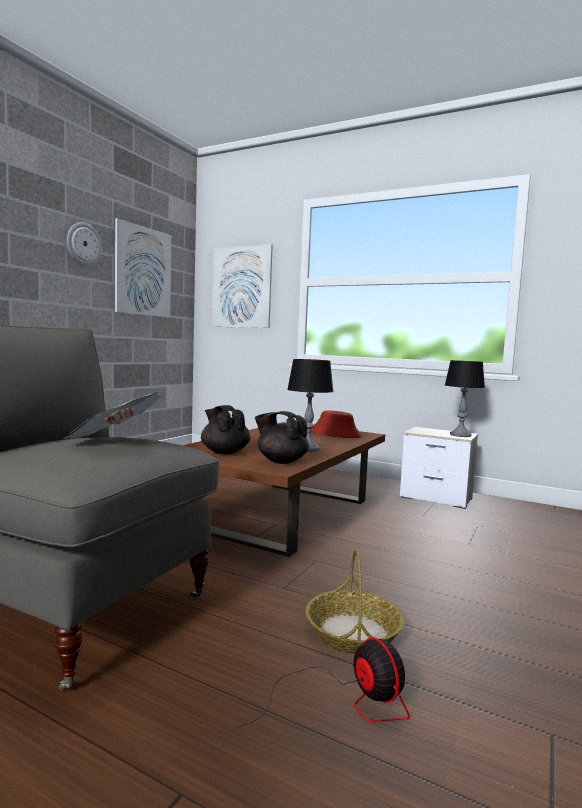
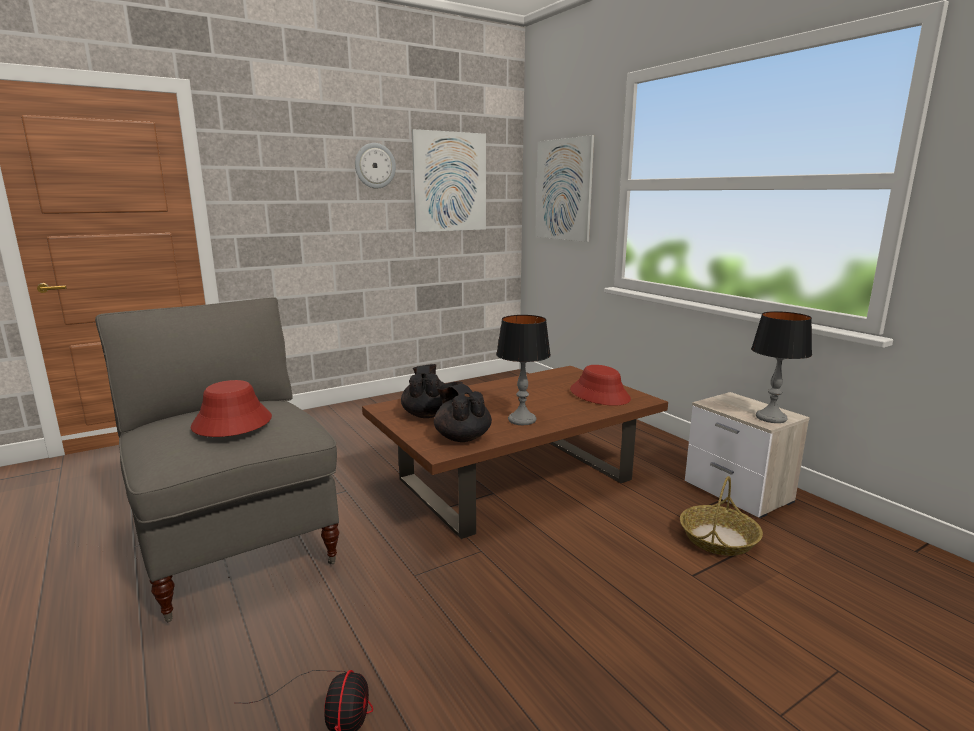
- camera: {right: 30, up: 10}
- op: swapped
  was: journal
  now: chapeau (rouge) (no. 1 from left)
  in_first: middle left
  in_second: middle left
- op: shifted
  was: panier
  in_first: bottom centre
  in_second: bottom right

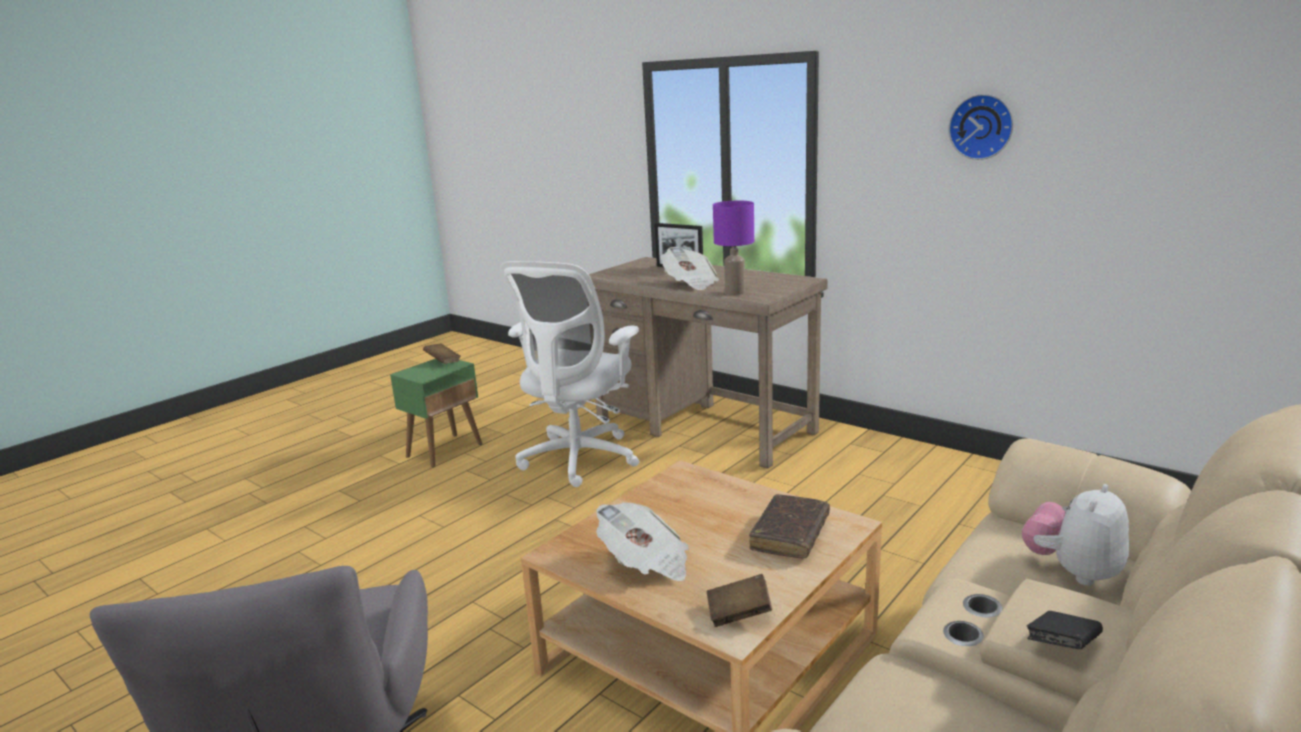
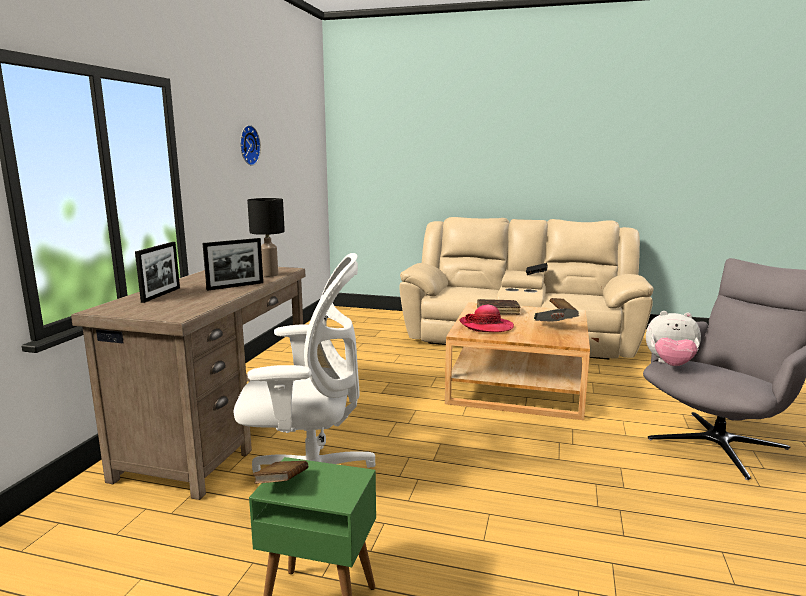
- camera: {right: -115, up: -5}
- op: swapped
  was: journal (no. 2 from left)
  now: cadre photo (no. 2 from left)
  in_first: centre
  in_second: middle left
- op: repainted
  was: lampe de table (violet)
  now: lampe de table (noir)
  in_first: centre
  in_second: middle left
- op: shifted
  was: peluche
  in_first: bottom right
  in_second: middle right
- op: new
  now: chapeau
  in_second: centre

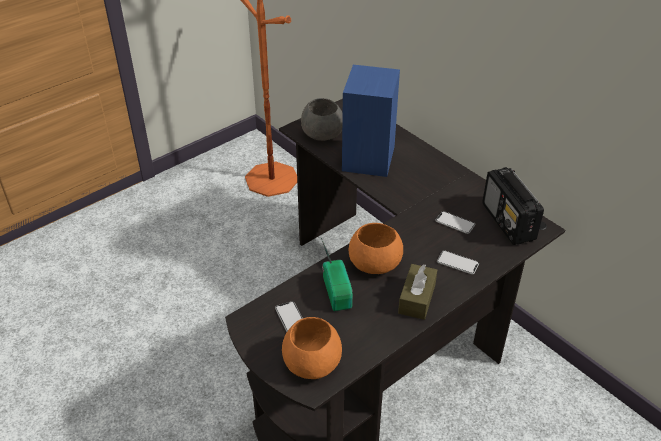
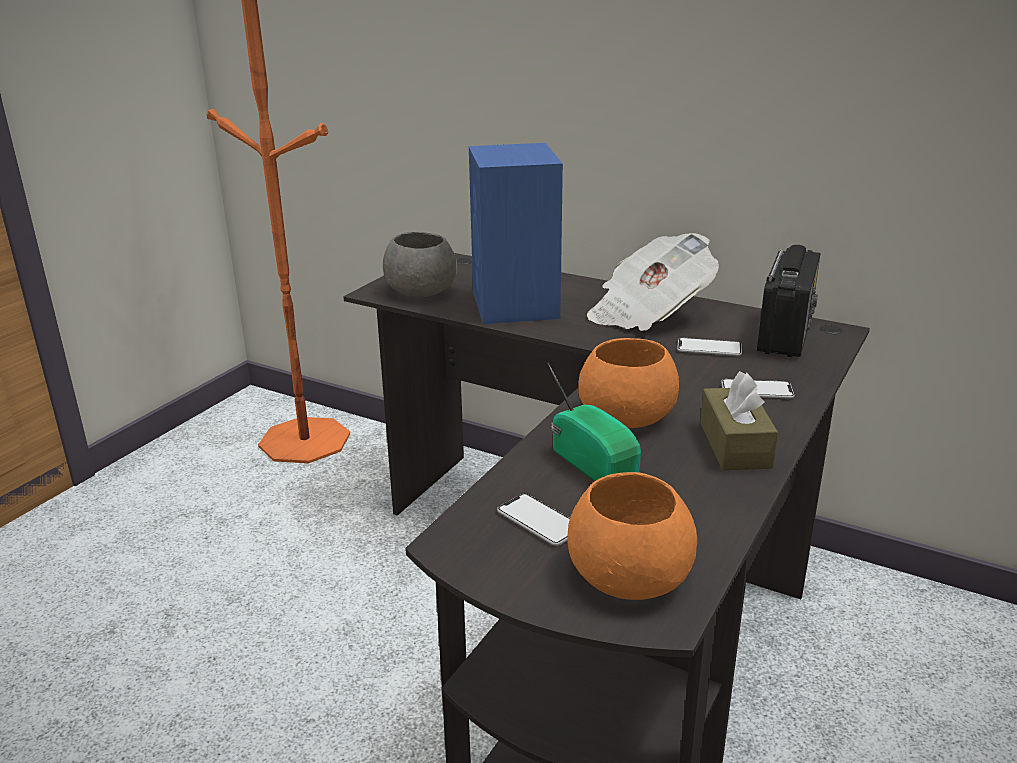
- camera: {right: -20, up: -15}
- op: rotated
  was: radio (no. 2 from left)
  in_first: middle right
  in_second: middle right
  clockwise: -120
- op: new
  now: journal
  in_second: centre

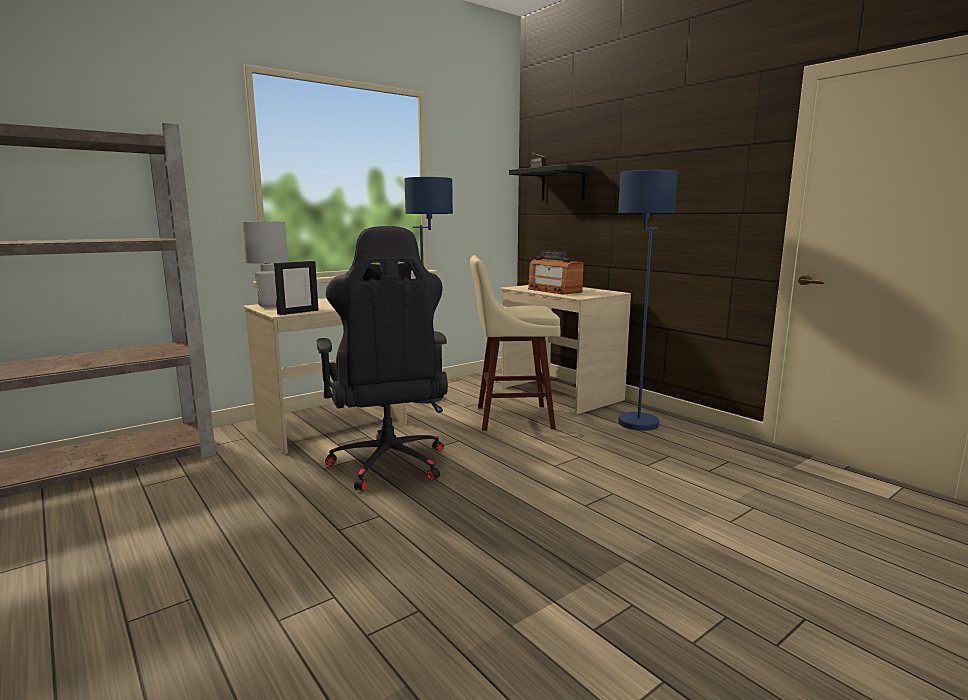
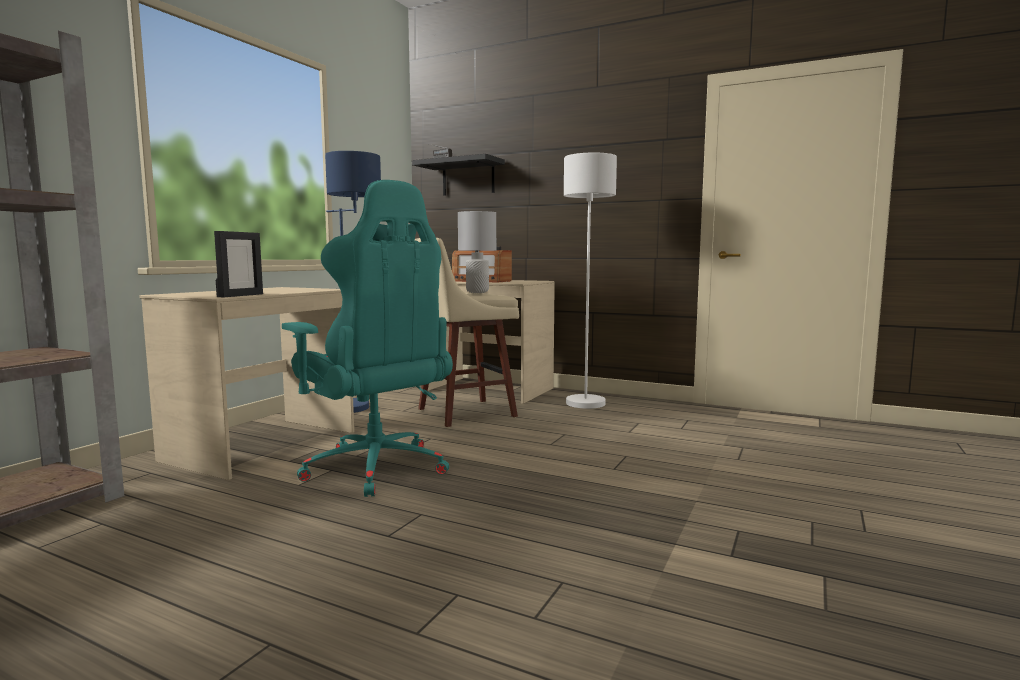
- camera: {right: -25, up: -5}
- op: shifted
  was: lampe de table (gris)
  in_first: middle left
  in_second: centre
- op: repainted
  was: chaise de bureau (noir)
  now: chaise de bureau (turquoise)
  in_first: centre
  in_second: centre
- op: repainted
  was: lampadaire (bleu) (no. 2 from left)
  now: lampadaire (blanc)
  in_first: middle right
  in_second: centre

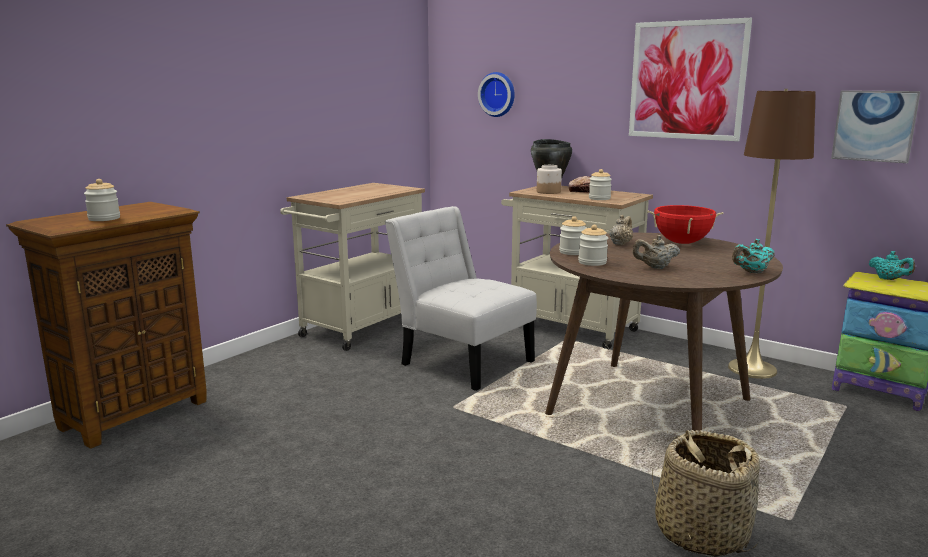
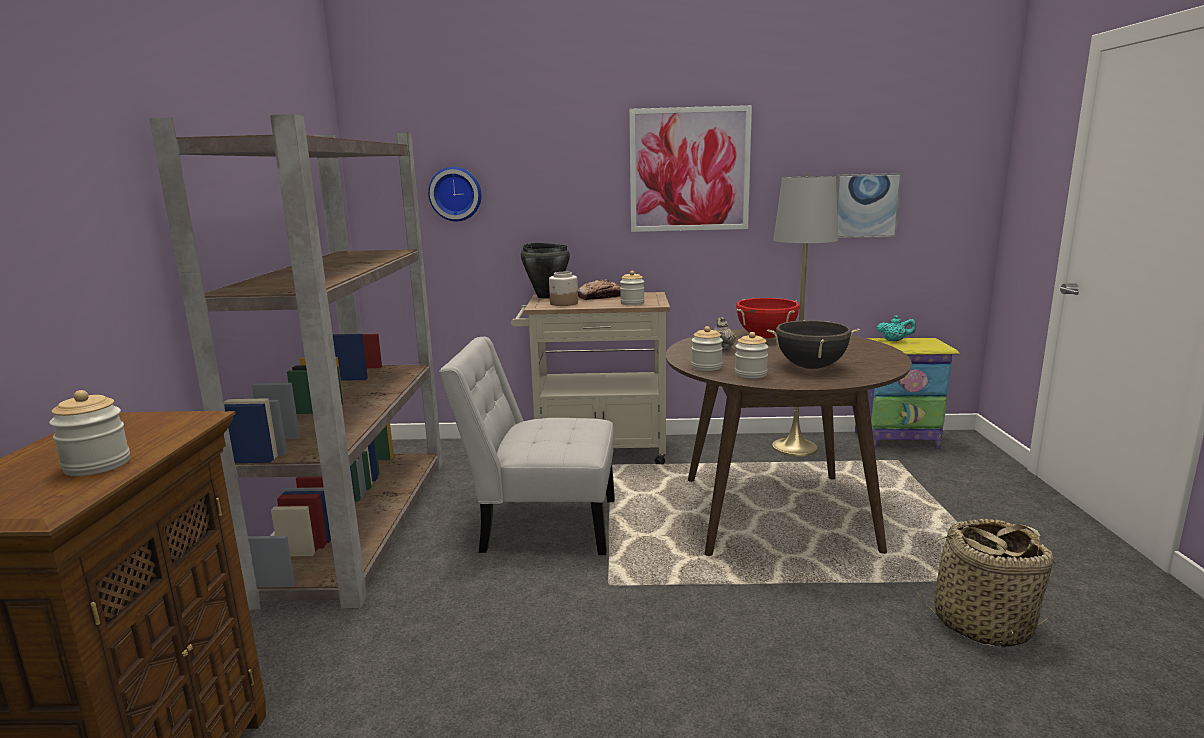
- camera: {right: -35, up: 0}
- op: swapped
  was: chariot (beige) (no. 1 from left)
  now: bibliothèque (marron)
  in_first: centre
  in_second: middle left
- op: swapped
  was: théière (beige) (no. 2 from left)
  now: marmite (noir) (no. 2 from left)
  in_first: middle right
  in_second: middle right
- op: repainted
  was: lampadaire (marron)
  now: lampadaire (gris)
  in_first: middle right
  in_second: middle right
- op: gone
  was: théière (turquoise) (no. 1 from left)
  in_first: middle right

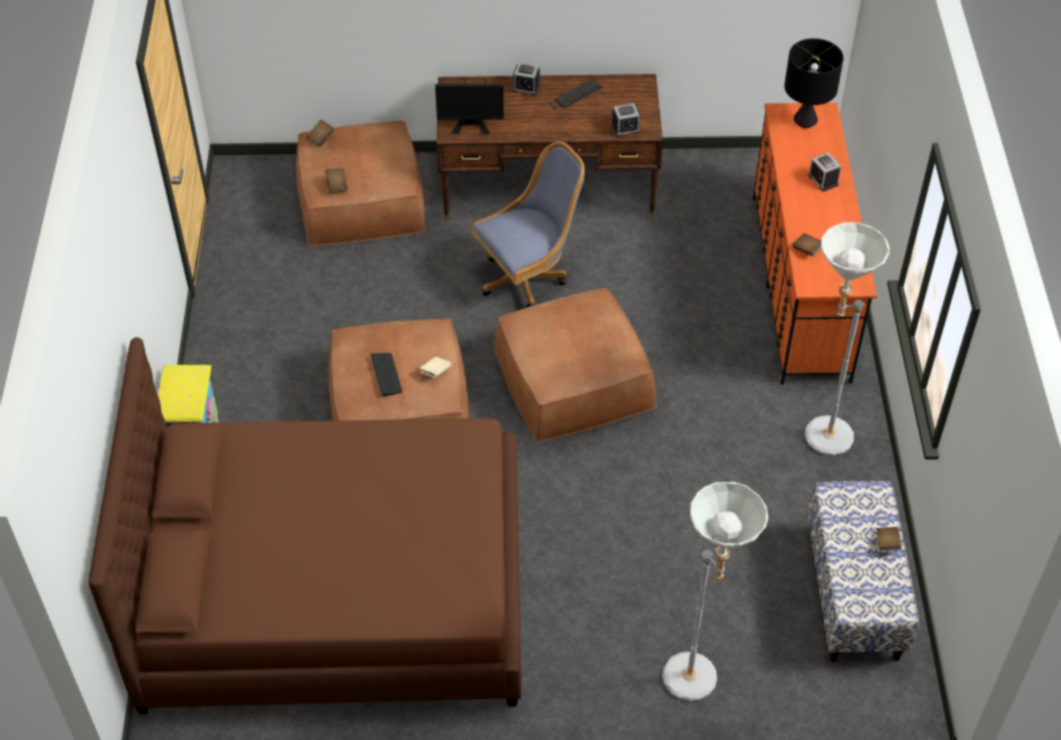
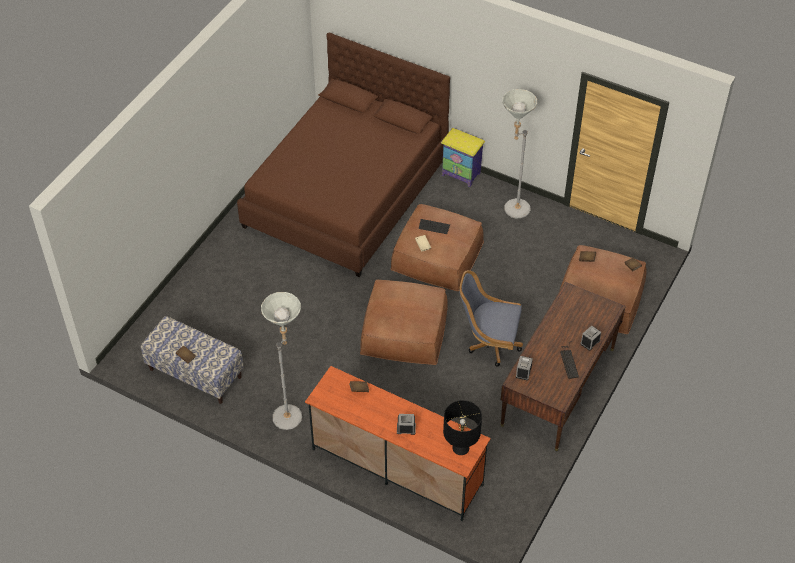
- camera: {right: 120, up: 0}
- op: gone
  was: écran d'ordinateur
  in_first: top centre
- op: rotated
  was: chaise de bureau (bleu)
  in_first: top centre
  in_second: centre
  clockwise: 105
- op: shifted
  was: lampadaire (gris) (no. 1 from left in the first image)
  now: lampadaire (gris) (no. 2 from left)
  in_first: bottom right
  in_second: top centre

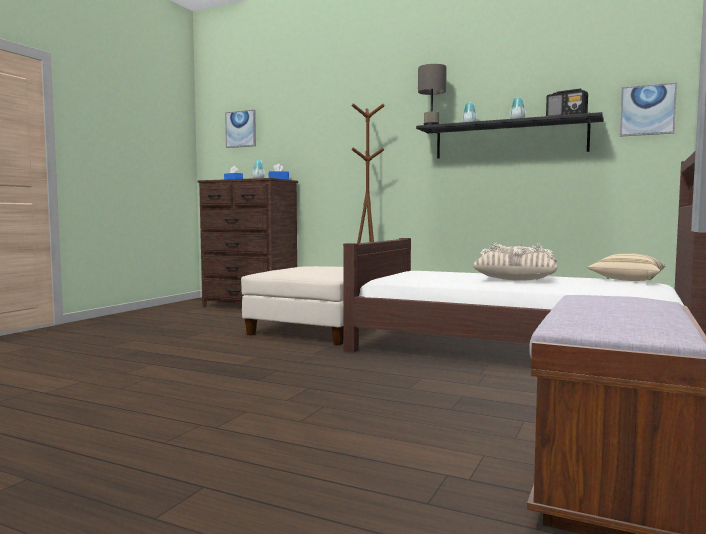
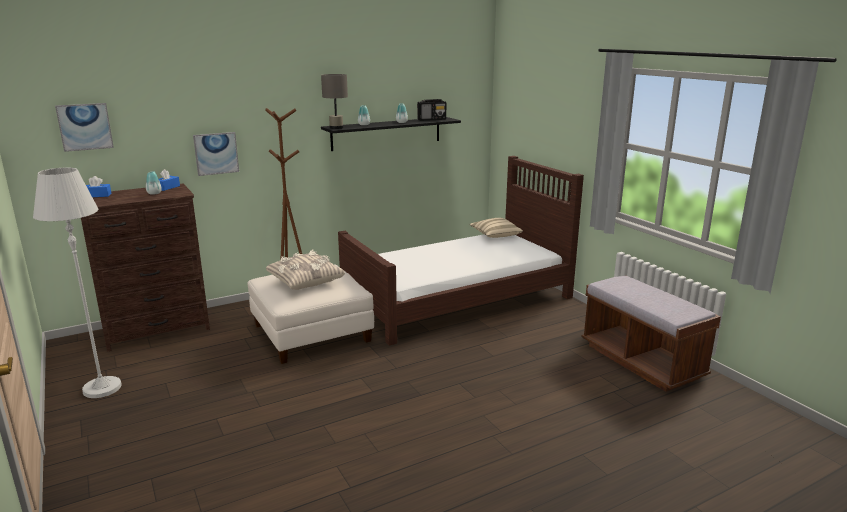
- camera: {right: -55, up: 15}
- op: shifted
  was: coussin (beige) (no. 1 from left)
  in_first: middle right
  in_second: centre
- op: shifted
  was: tableau (no. 2 from left)
  in_first: top right
  in_second: top left
- op: new
  now: lampadaire (blanc)
  in_second: middle left

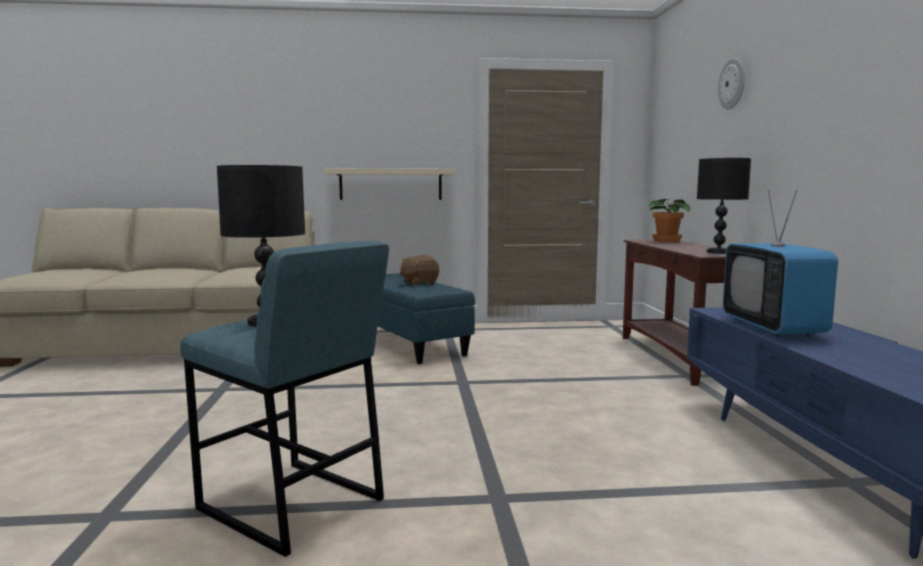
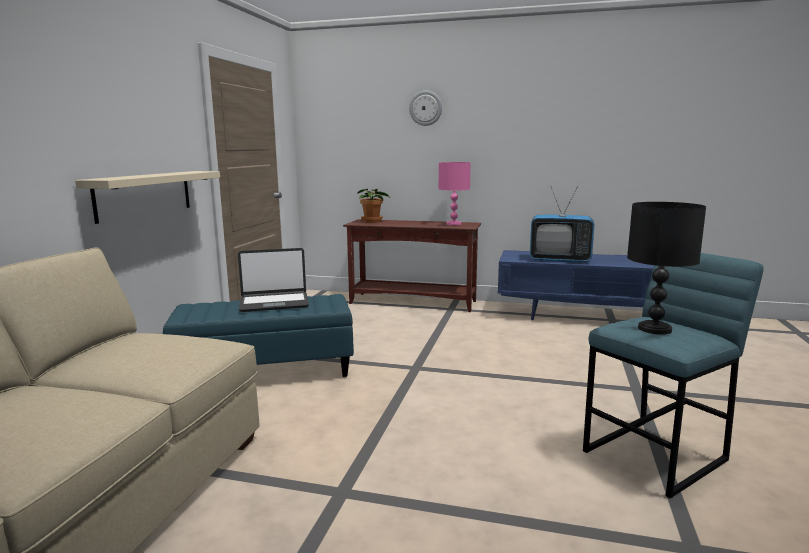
- camera: {right: -70, up: 5}
- op: swapped
  was: peluche (marron)
  now: ordinateur portable
  in_first: centre
  in_second: centre
- op: repainted
  was: lampe de table (noir) (no. 2 from left)
  now: lampe de table (rose)
  in_first: middle right
  in_second: centre

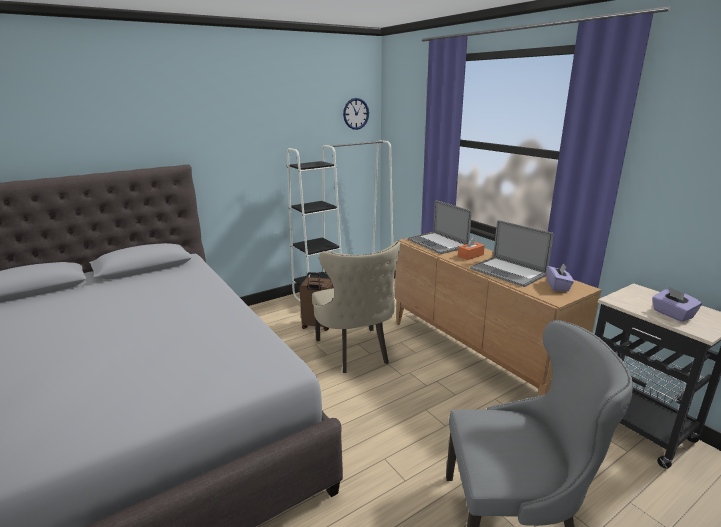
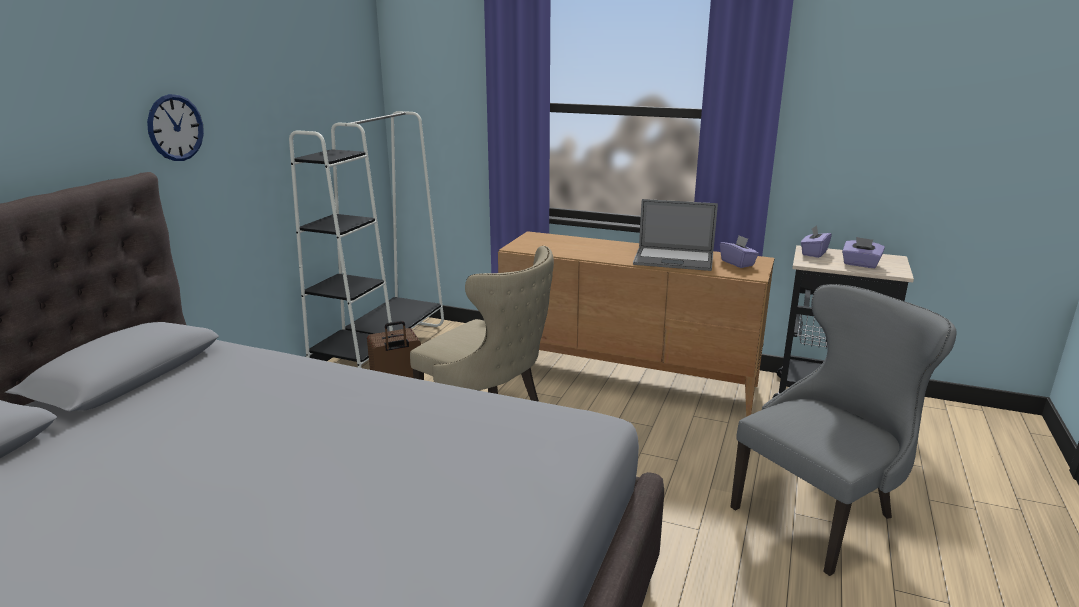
- camera: {right: -35, up: 0}
- op: shifted
  was: horloge murale
  in_first: top centre
  in_second: top left
- op: gone
  was: ordinateur portable (no. 1 from left)
  in_first: centre
- op: gone
  was: boîte à mouchoirs (orange)
  in_first: centre
- op: new
  now: boîte à mouchoirs (violet) (no. 2 from left)
  in_second: middle right

